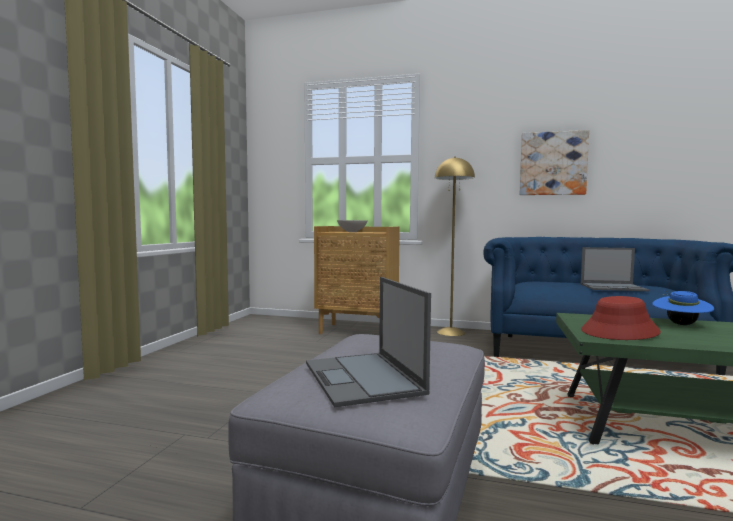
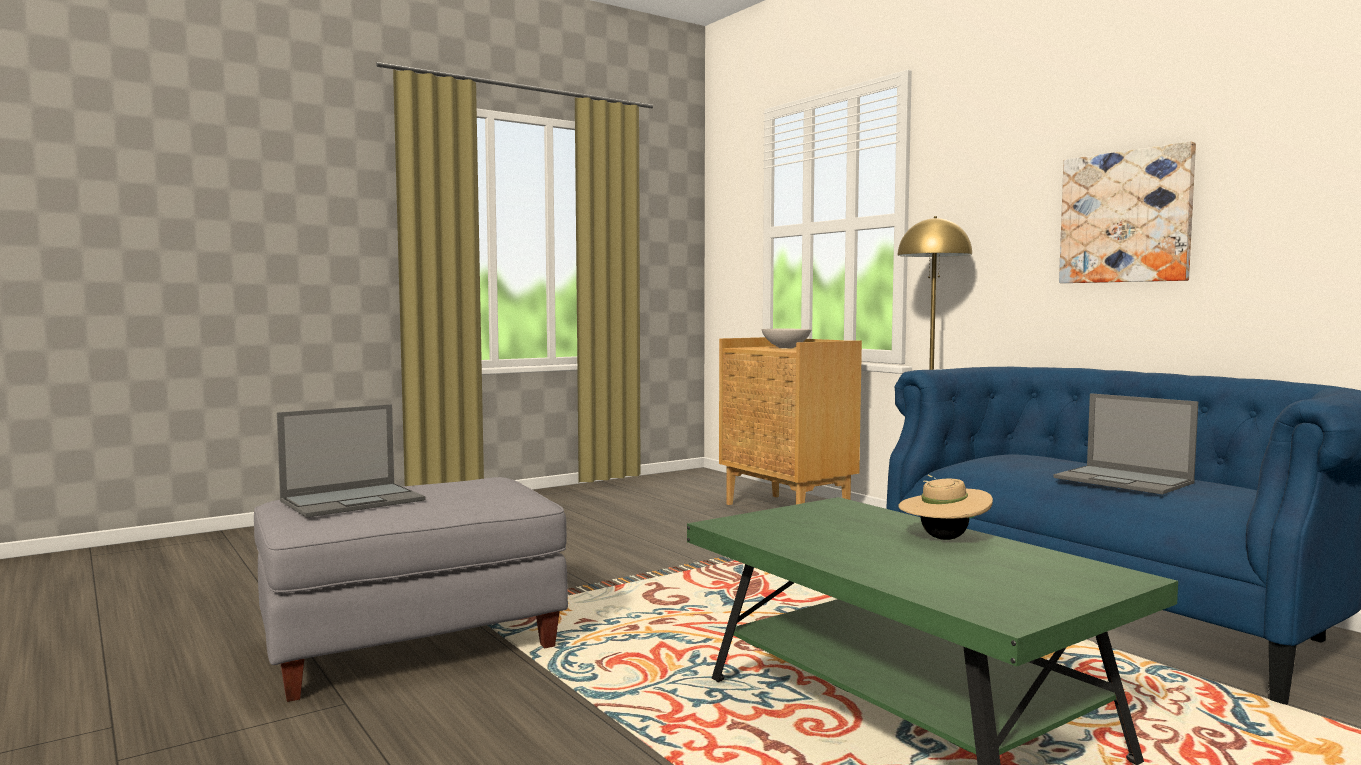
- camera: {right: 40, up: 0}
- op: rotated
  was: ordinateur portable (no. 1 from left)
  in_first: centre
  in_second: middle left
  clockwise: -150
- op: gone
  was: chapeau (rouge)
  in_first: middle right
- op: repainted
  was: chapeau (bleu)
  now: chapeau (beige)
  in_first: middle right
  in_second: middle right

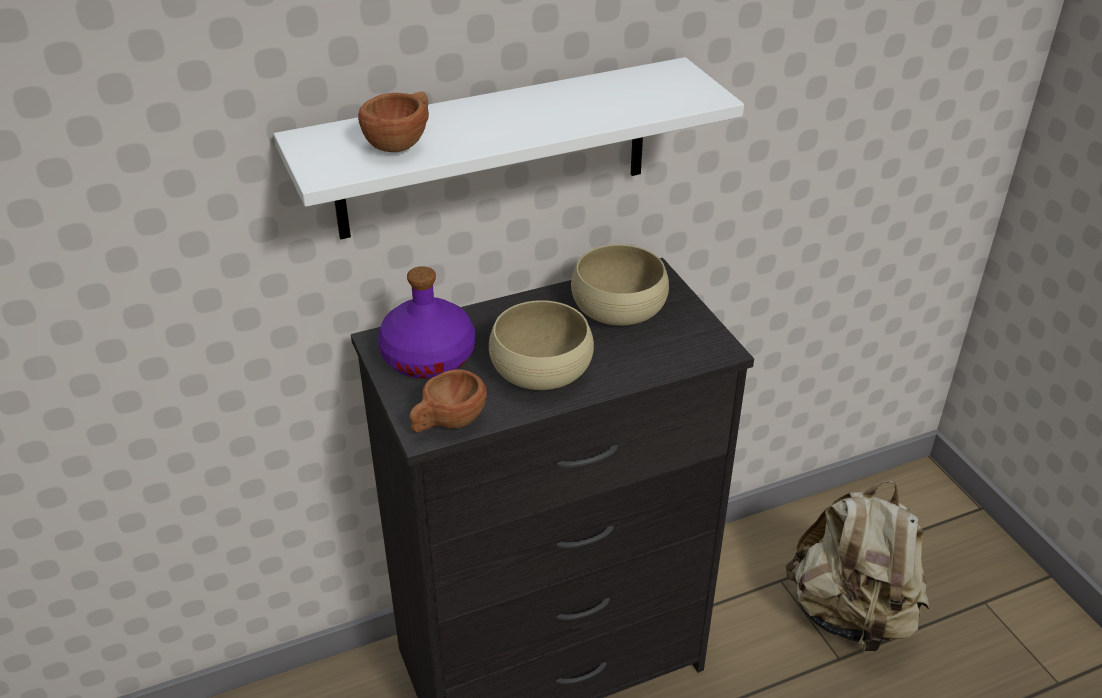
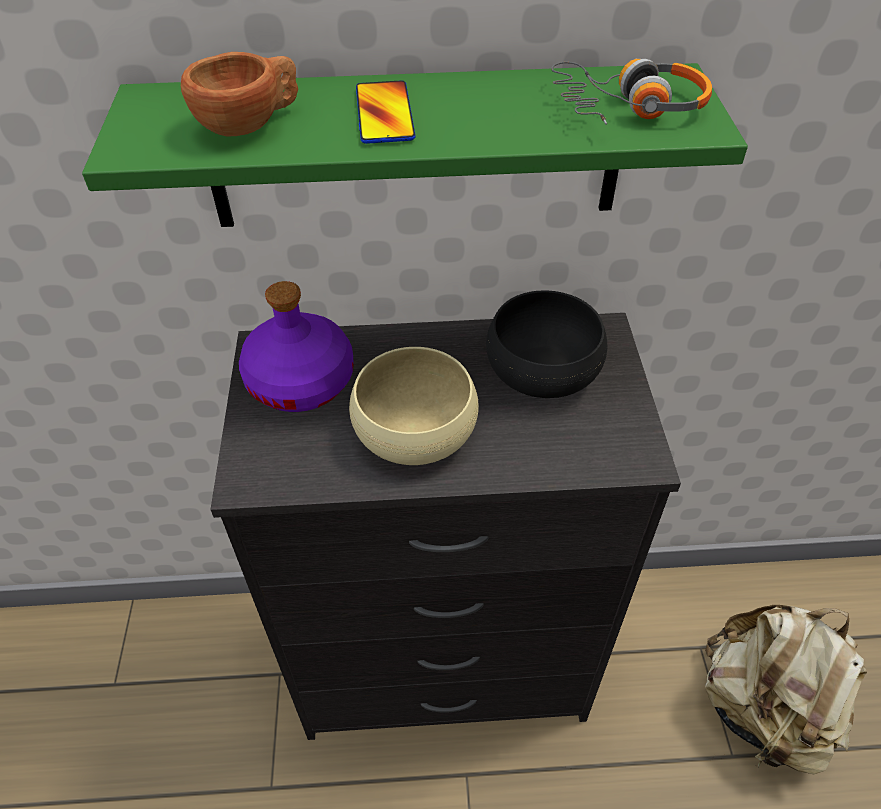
- camera: {right: 20, up: 10}
- op: repainted
  was: étagère (blanc)
  now: étagère (vert)
  in_first: top centre
  in_second: top centre
- op: gone
  was: tasse (marron) (no. 2 from left)
  in_first: centre
- op: repainted
  was: bol (beige) (no. 2 from left)
  now: bol (noir)
  in_first: centre
  in_second: centre
- op: new
  now: téléphone
  in_second: top centre
- op: new
  now: casque audio
  in_second: top right

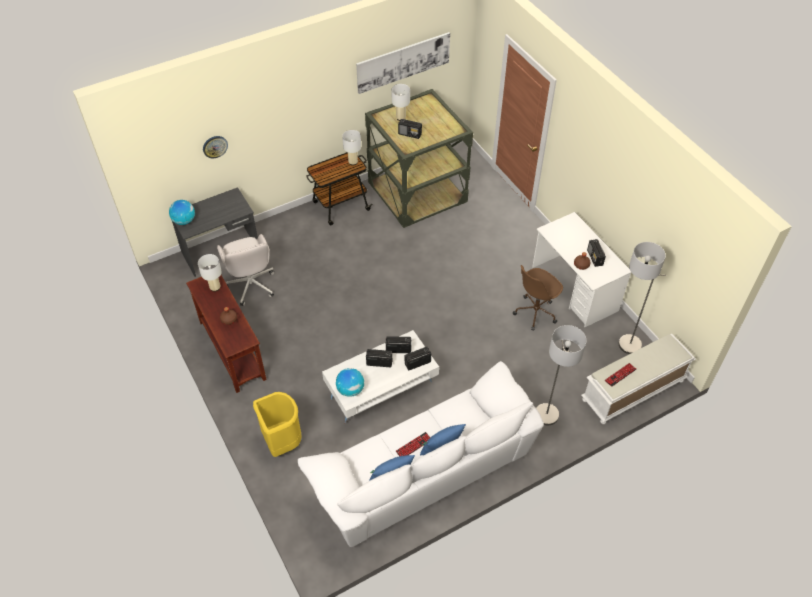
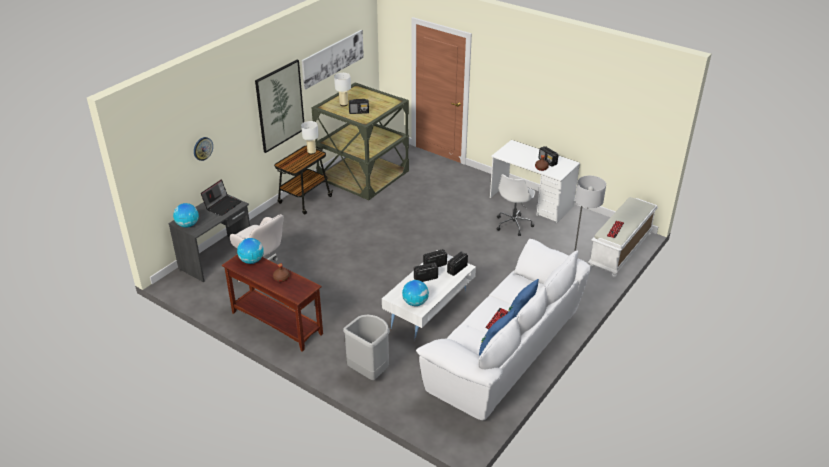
- camera: {right: -25, up: -15}
- op: swapped
  was: lampe de table (blanc) (no. 1 from left)
  now: globe (no. 2 from left)
  in_first: middle left
  in_second: middle left
- op: repainted
  was: poubelle (jaune)
  now: poubelle (gris)
  in_first: bottom centre
  in_second: bottom centre
- op: repainted
  was: chaise de bureau (marron)
  now: chaise de bureau (blanc) (no. 2 from left)
  in_first: centre
  in_second: centre
- op: gone
  was: lampadaire (gris) (no. 2 from left)
  in_first: middle right
- op: new
  now: ordinateur portable
  in_second: middle left
- op: new
  now: tableau (no. 1 from left)
  in_second: top centre

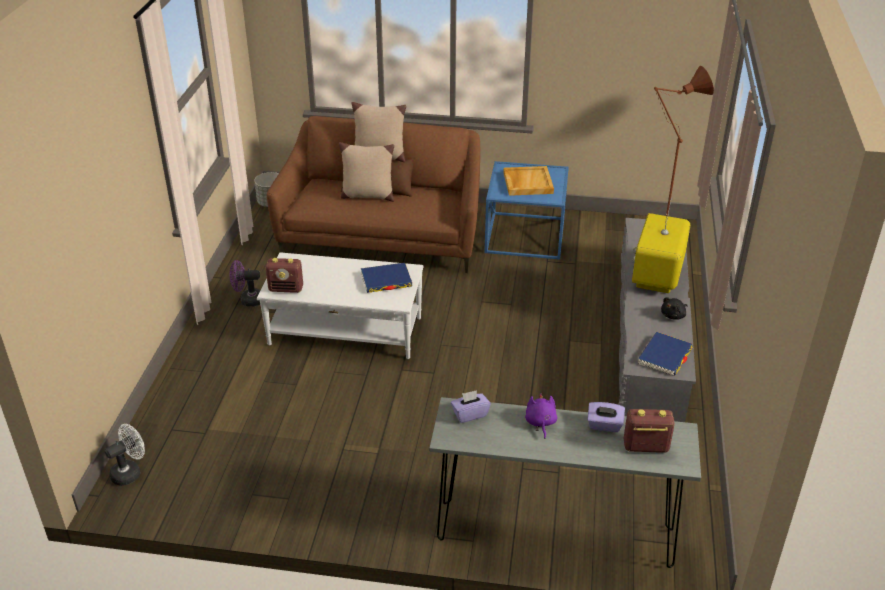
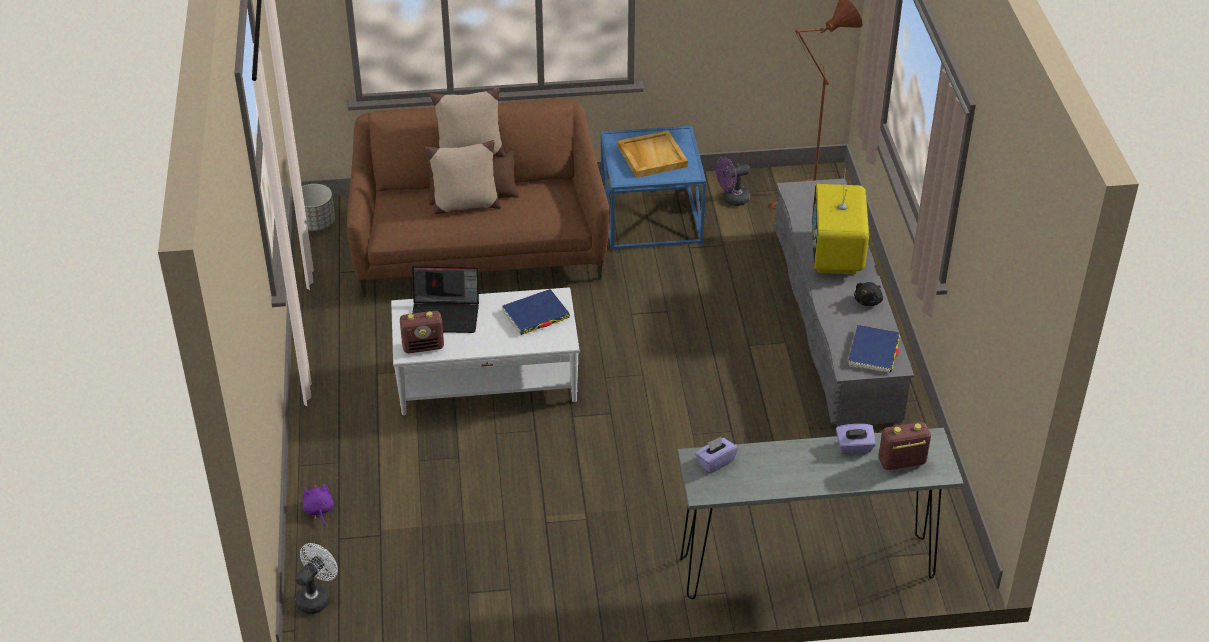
- camera: {right: -15, up: 5}
- op: shifted
  was: ventilateur (violet)
  in_first: middle left
  in_second: top centre
- op: shifted
  was: peluche (violet)
  in_first: bottom centre
  in_second: bottom left
- op: new
  now: ordinateur portable
  in_second: centre

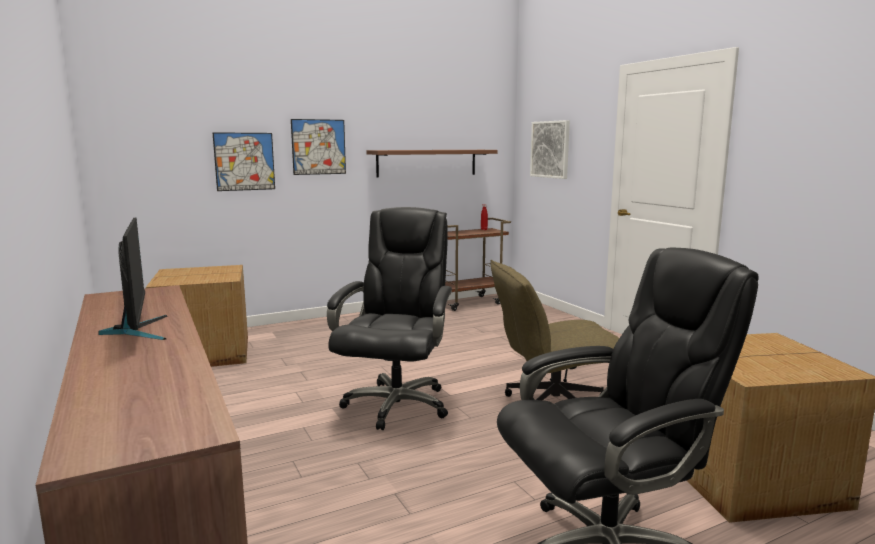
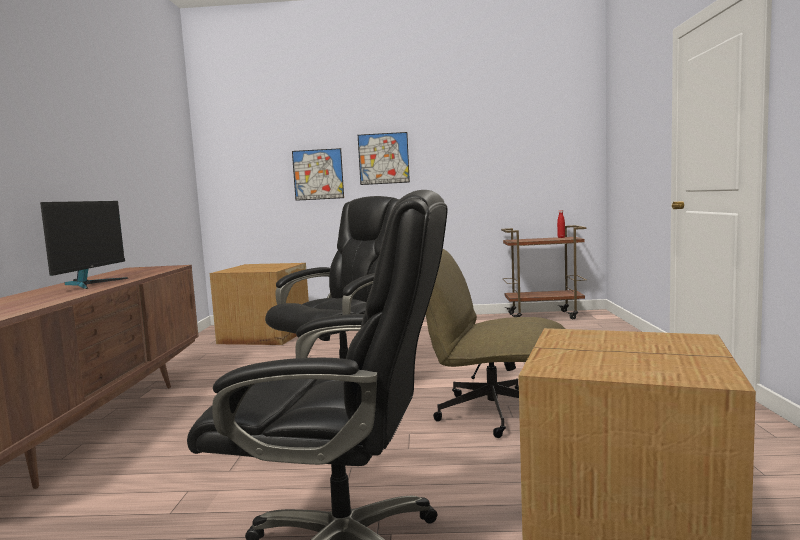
- camera: {right: 30, up: -5}
- op: gone
  was: étagère (marron)
  in_first: top centre
- op: gone
  was: tableau (no. 3 from left)
  in_first: top centre

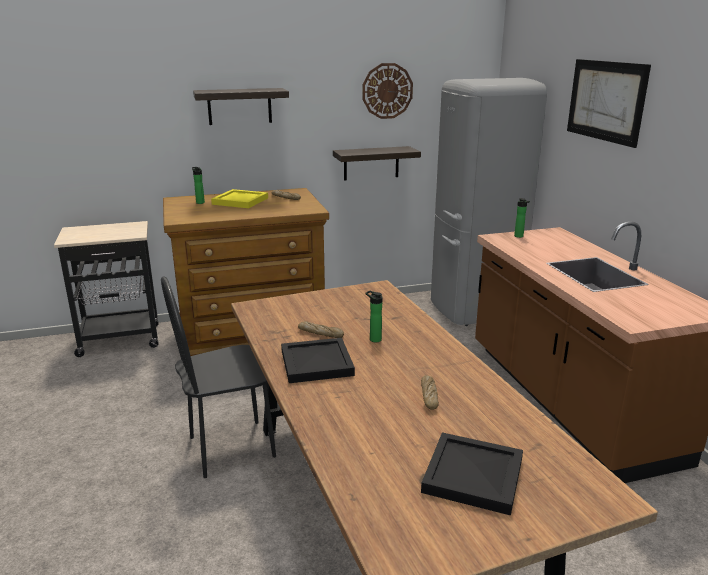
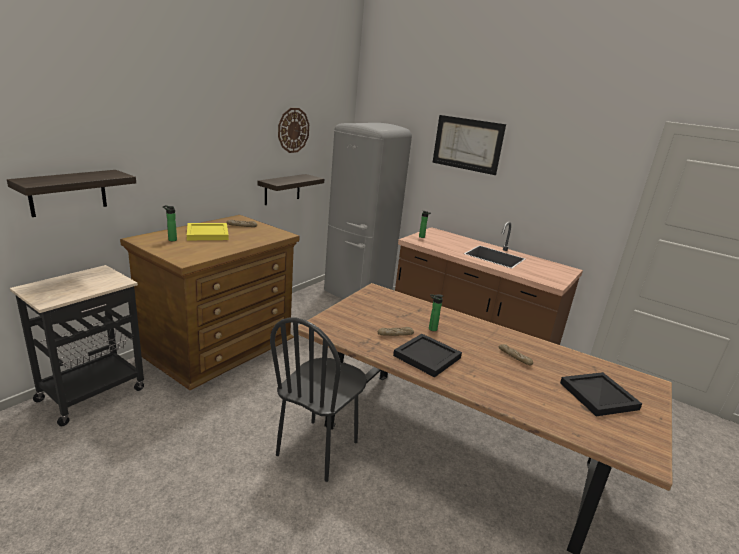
- camera: {right: -40, up: 0}
- op: shifted
  was: étagère (no. 1 from left)
  in_first: top centre
  in_second: middle left

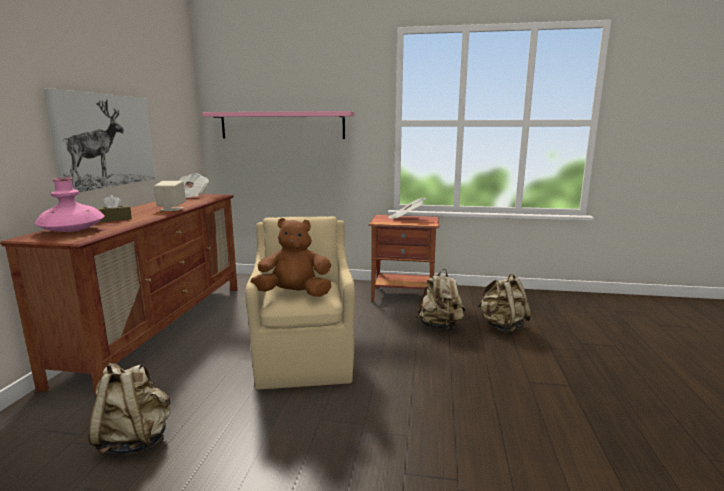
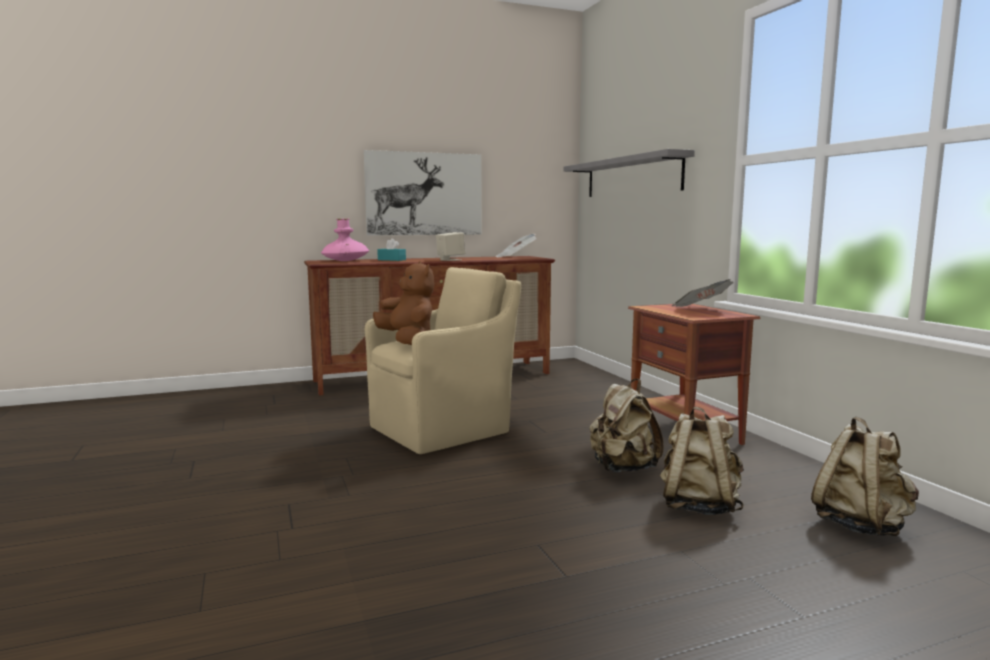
- camera: {right: 60, up: -5}
- op: shifted
  was: sac à dos (beige) (no. 1 from left in the first image)
  now: sac à dos (beige) (no. 3 from left)
  in_first: bottom left
  in_second: bottom right
- op: repainted
  was: boîte à mouchoirs (marron)
  now: boîte à mouchoirs (turquoise)
  in_first: middle left
  in_second: centre
- op: repainted
  was: étagère (rose)
  now: étagère (gris)
  in_first: top centre
  in_second: top centre

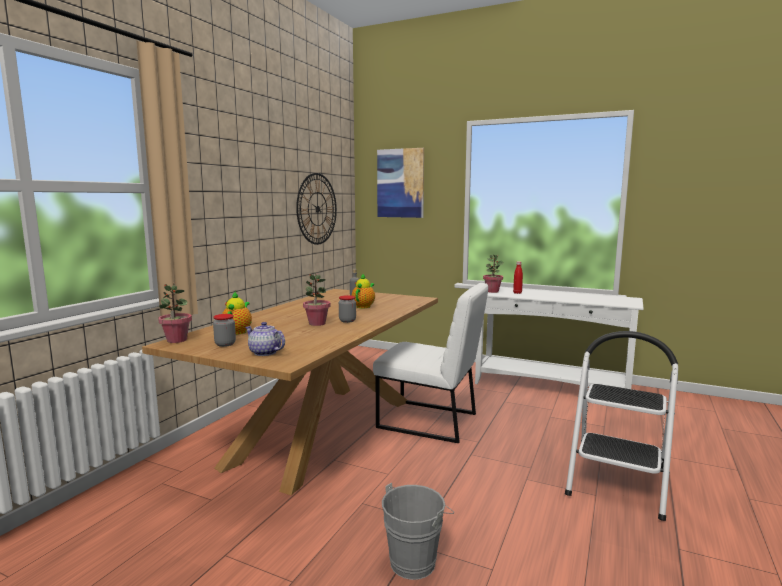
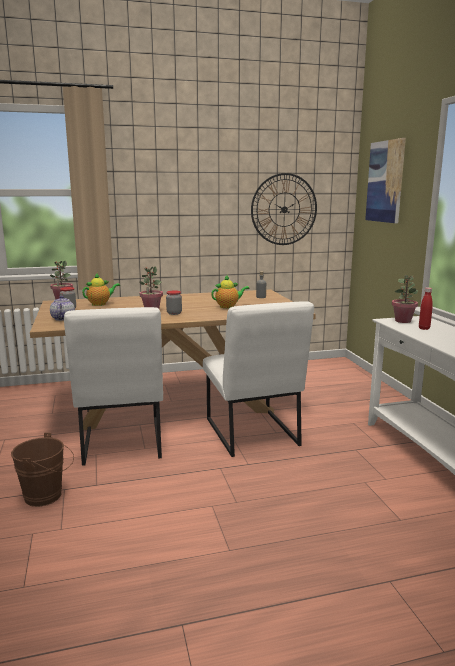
- camera: {right: 50, up: 5}
- op: repainted
  was: seau (gris)
  now: seau (marron)
  in_first: bottom centre
  in_second: bottom left
- op: gone
  was: escabeau
  in_first: bottom right
- op: new
  now: chaise (blanc) (no. 1 from left)
  in_second: middle left

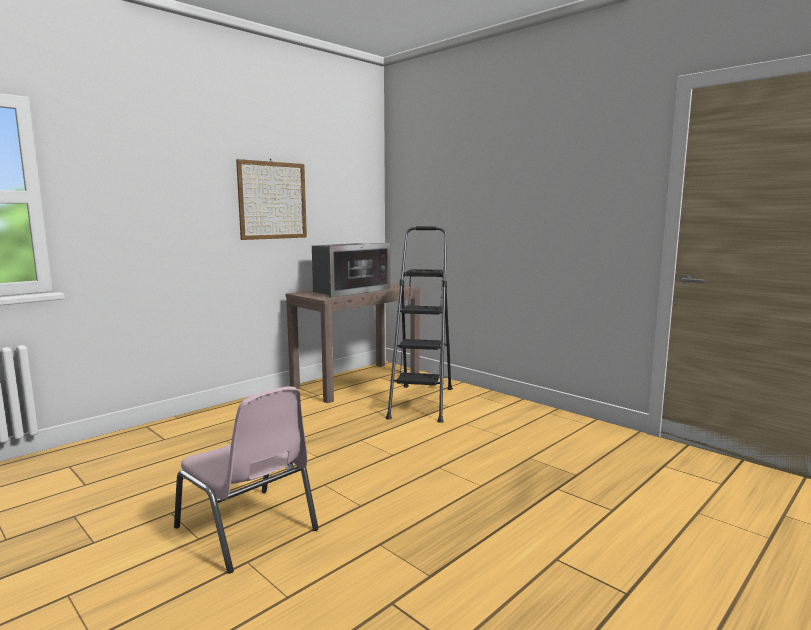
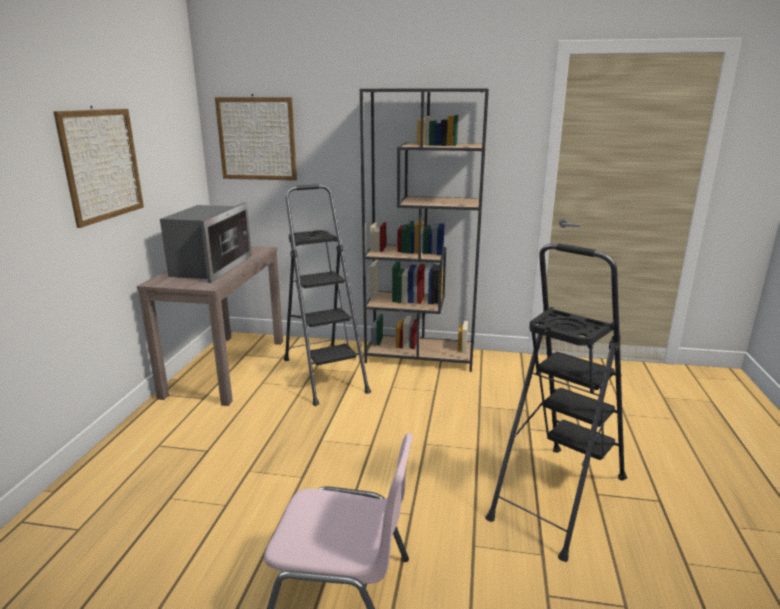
- camera: {right: -35, up: 10}
- op: new
  now: tableau (no. 2 from left)
  in_second: top left
- op: new
  now: bibliothèque
  in_second: centre
- op: new
  now: escabeau (no. 2 from left)
  in_second: middle right

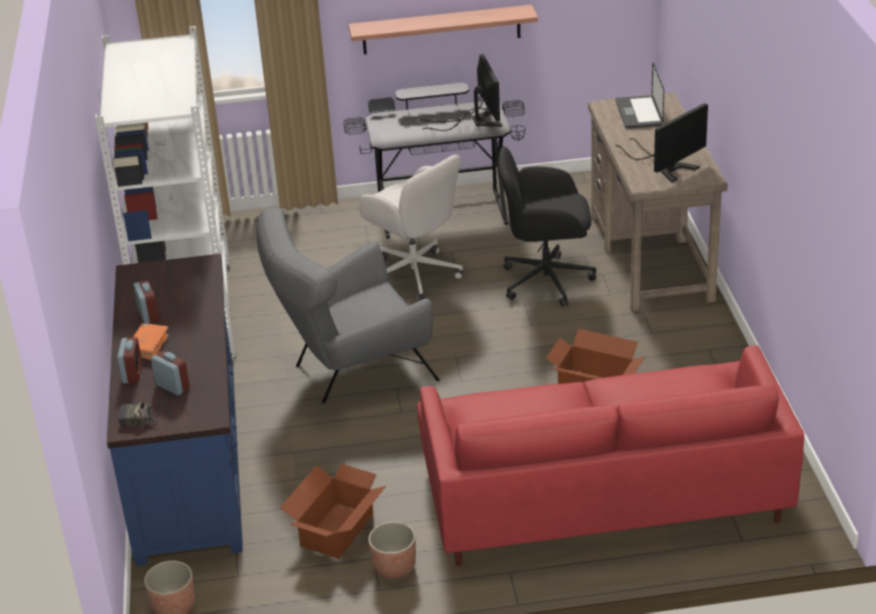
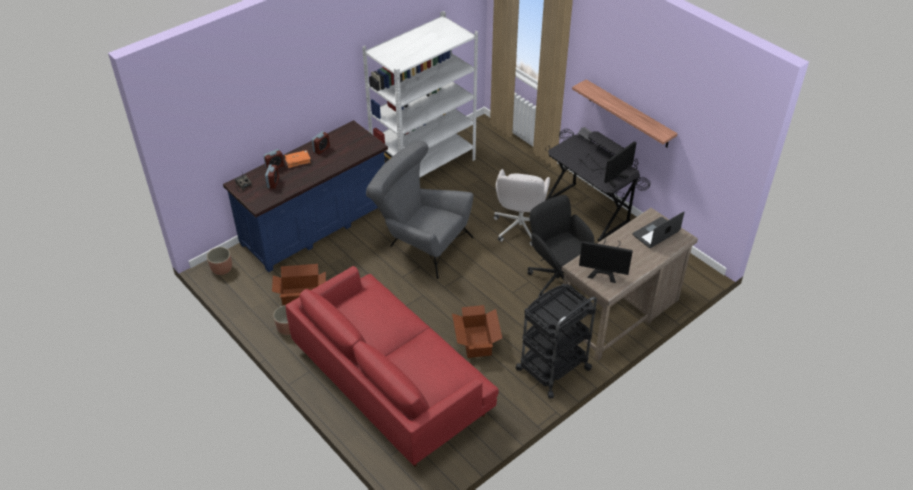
- camera: {right: 55, up: 10}
- op: new
  now: chariot (noir)
  in_second: bottom centre

